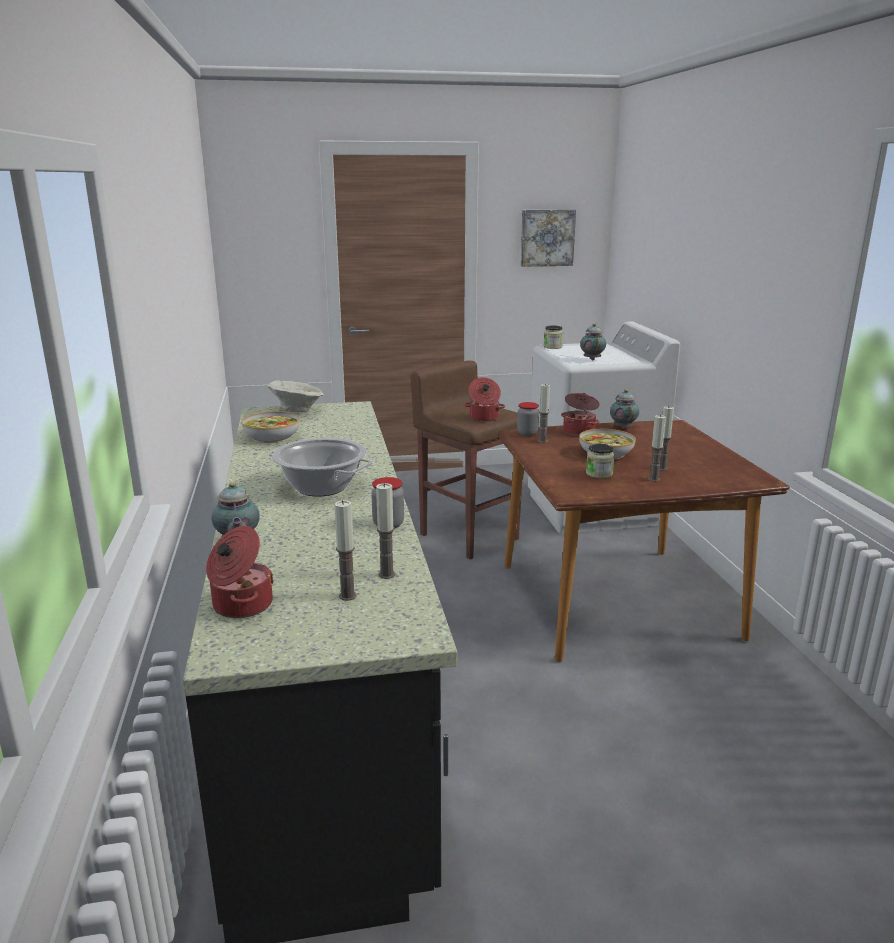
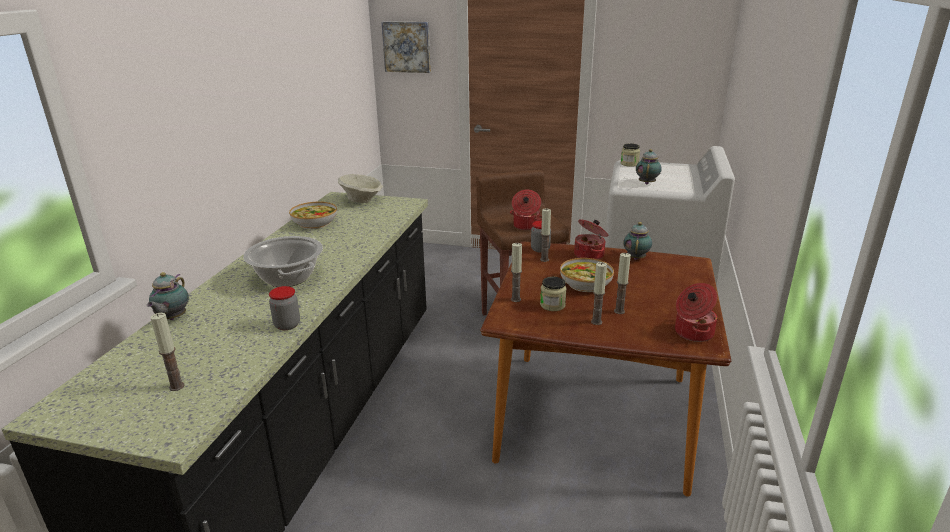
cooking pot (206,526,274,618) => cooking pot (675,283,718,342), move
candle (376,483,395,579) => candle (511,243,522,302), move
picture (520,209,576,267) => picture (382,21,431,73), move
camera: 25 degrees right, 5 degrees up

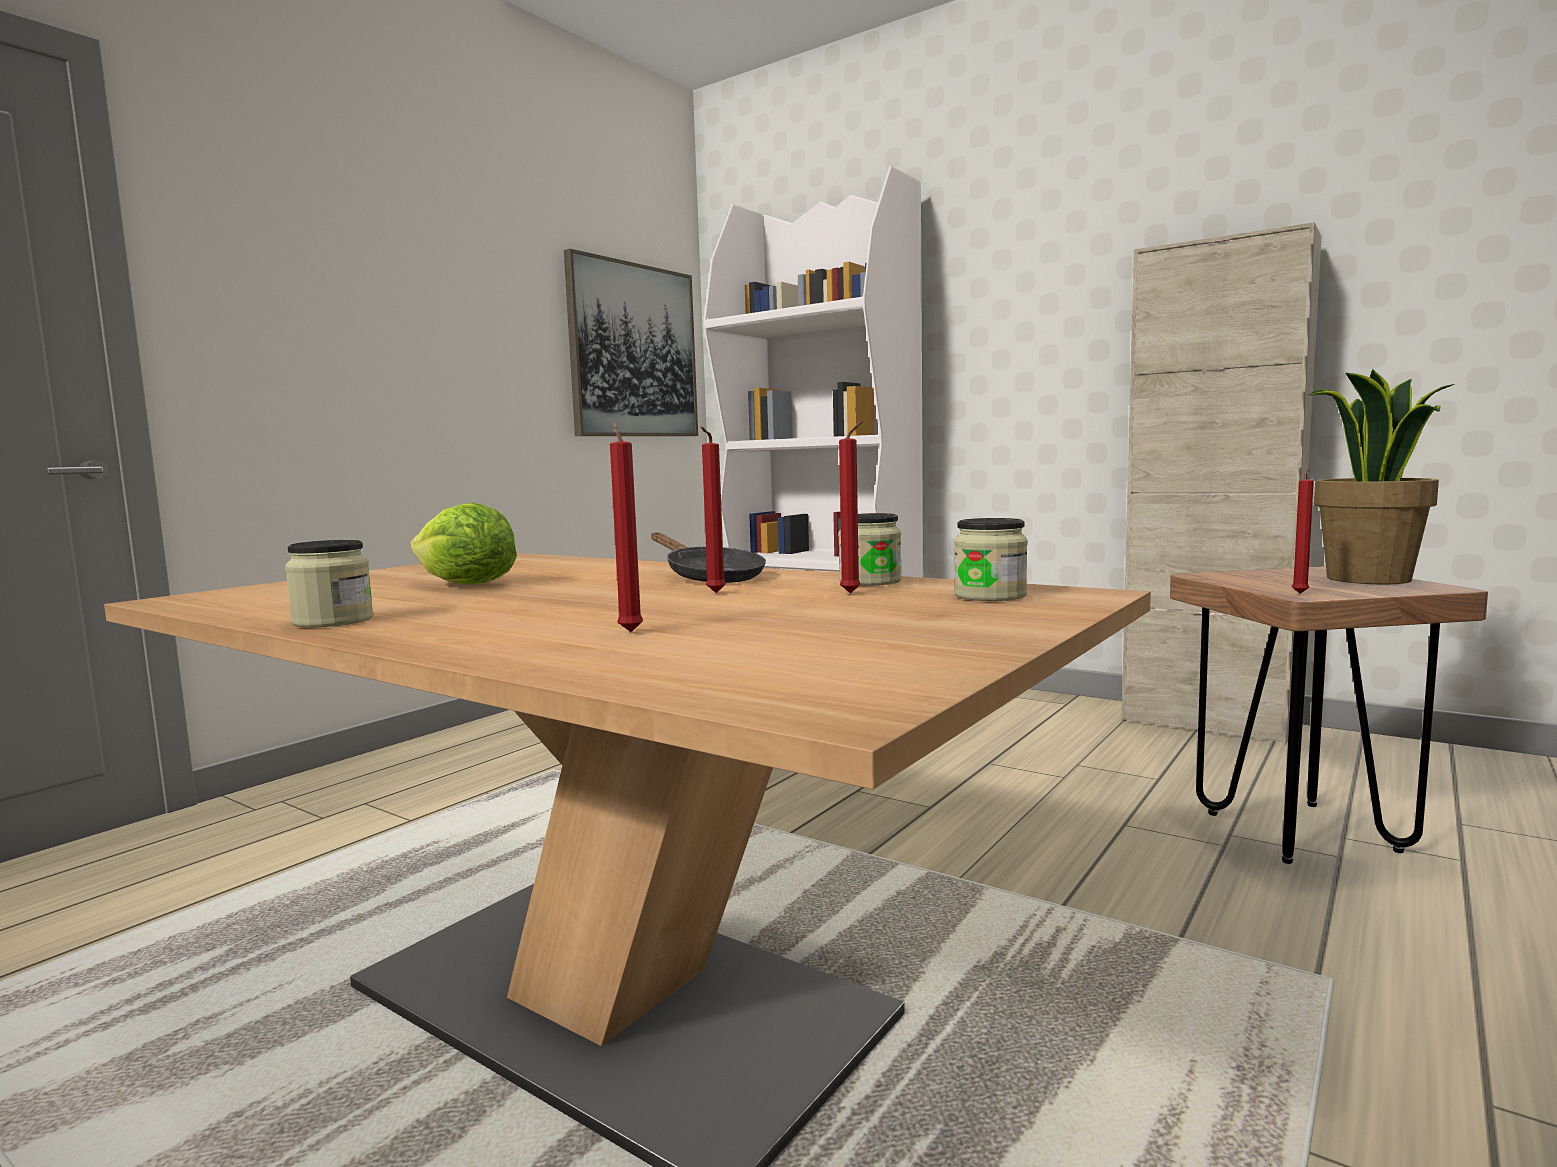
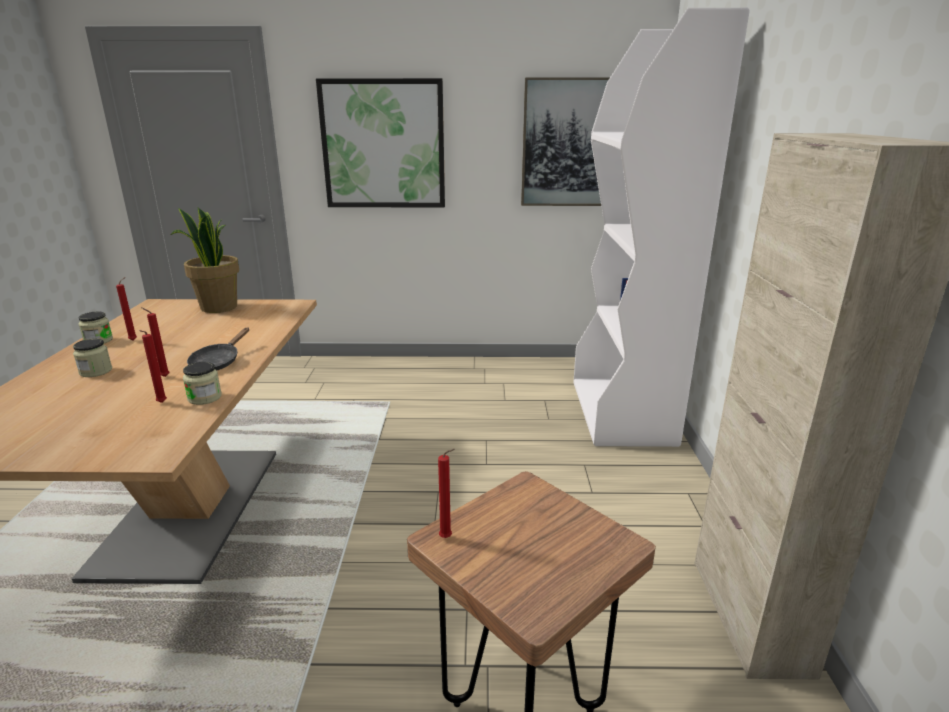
lettuce (410,503,517,584) => nothing
red candle (610,422,643,632) => red candle (116,277,137,340), move
jar (954,518,1028,601) => jar (73,339,112,377), move
potted plant (1307,369,1455,584) => potted plant (171,207,239,313), move
nothing => picture (316,78,445,207)
camera: 55 degrees right, 15 degrees up

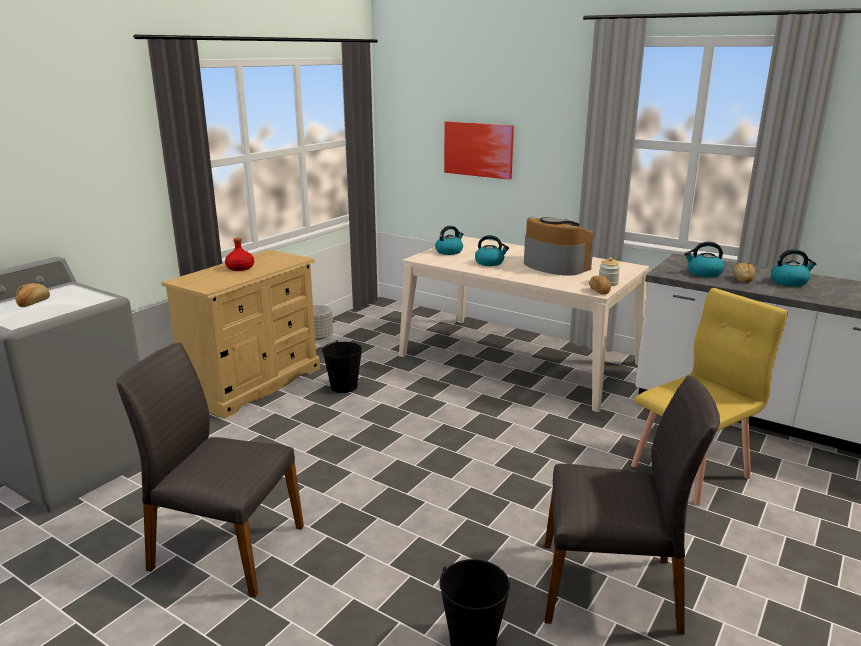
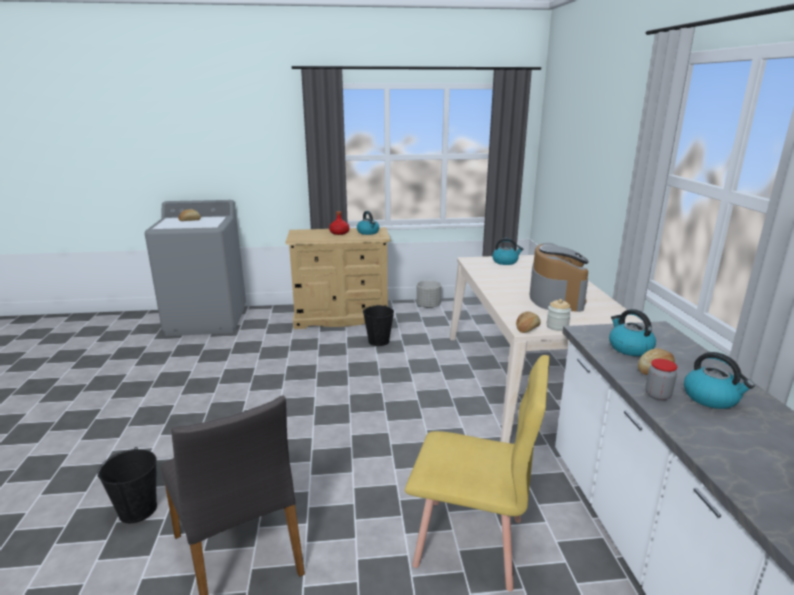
grey chair (116,343,304,598) => nothing
picture (444,121,514,180) => nothing
kettle (475,235,509,266) => kettle (357,211,379,235), move
nothing => jar (645,359,677,400)
camera: 50 degrees right, 0 degrees up

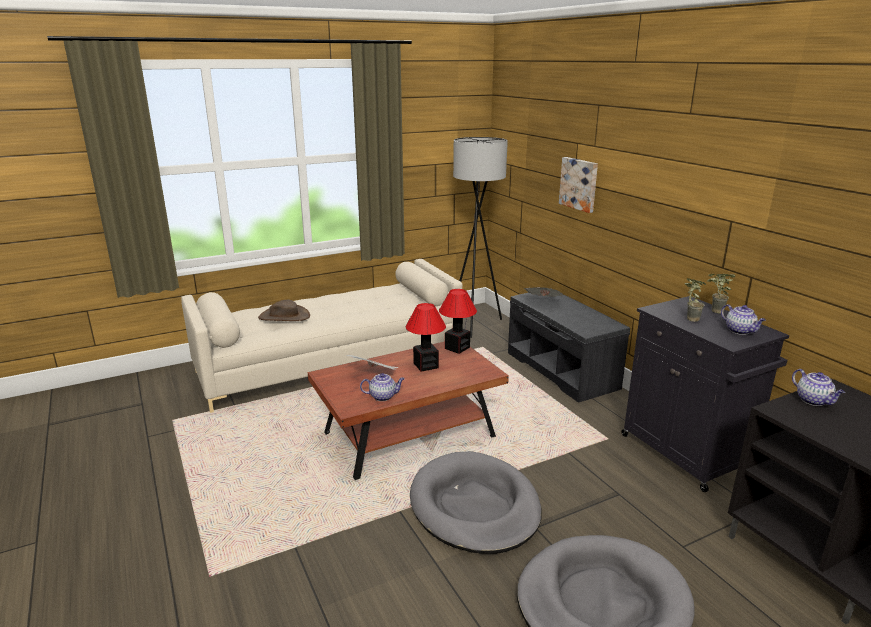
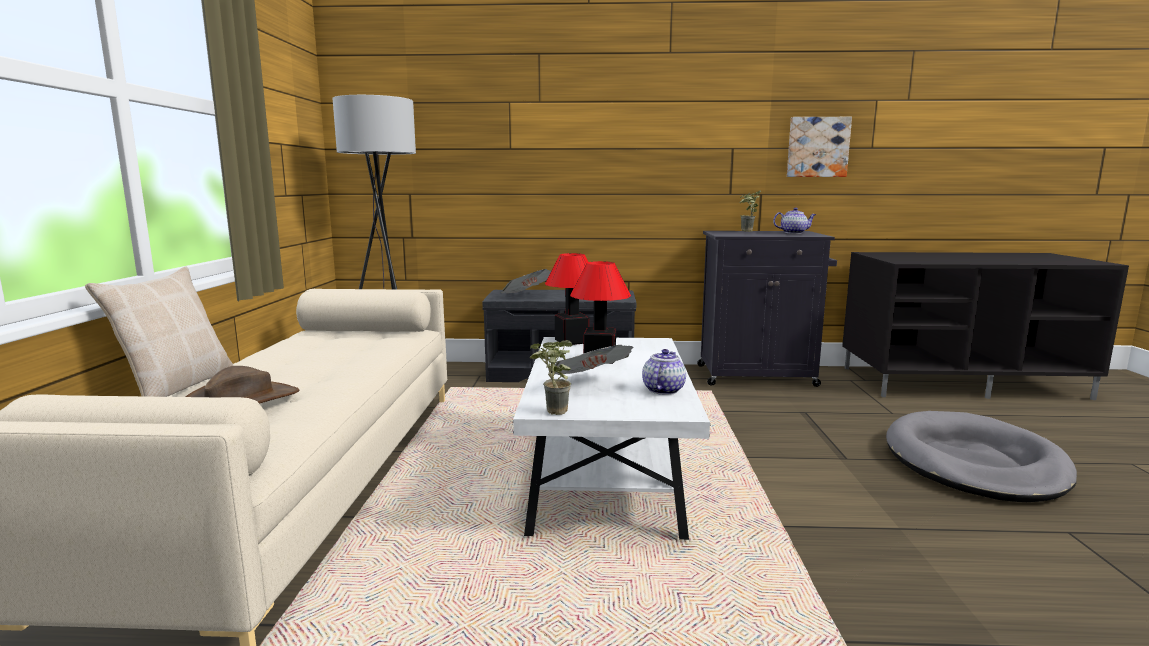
brown coffee table (308,341,509,480) => white coffee table (513,337,710,540)
grey dog bed (410,451,542,554) => nothing
picture (559,157,598,213) => picture (787,117,852,177), move
potted plant (685,278,706,322) => potted plant (530,340,573,415), move
teapot (792,369,845,406) => nothing
nothing => beige pillow (85,267,234,397)
camera: 60 degrees left, 10 degrees down

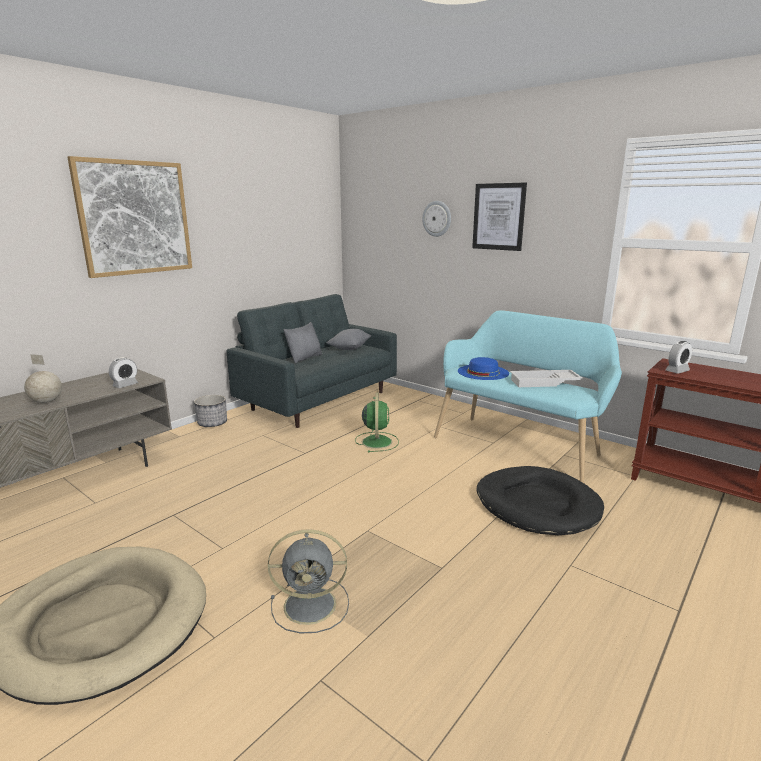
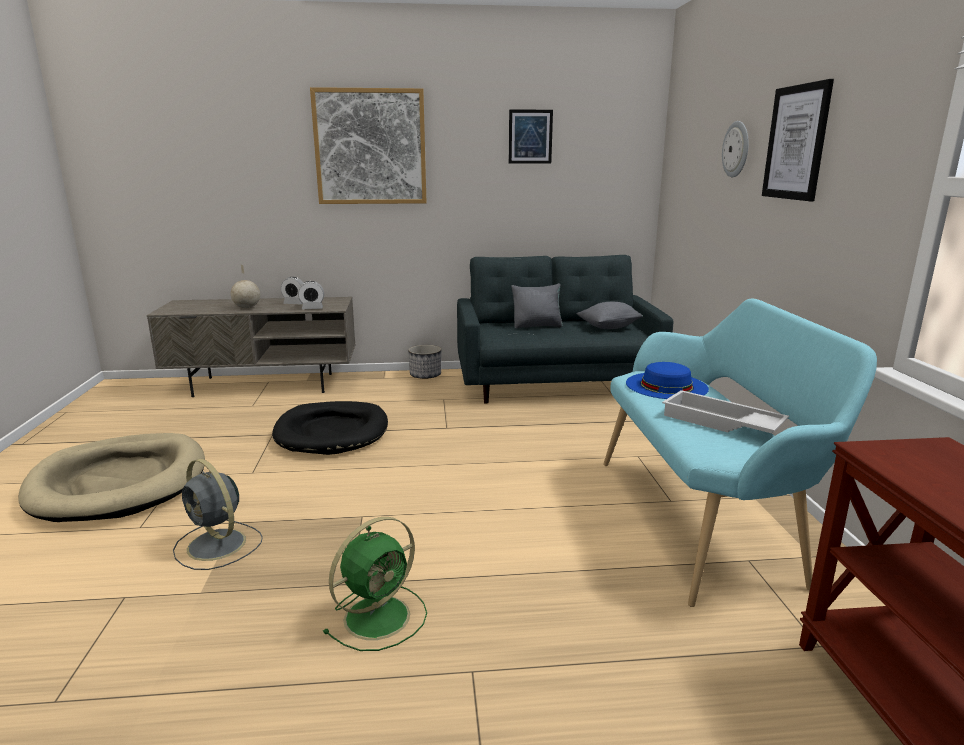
green fan (355,392,399,452) => green fan (323,517,427,651), move
black dog bed (477,466,604,535) => black dog bed (272,401,388,455), move
alarm clock (665,341,692,374) => alarm clock (281,277,303,304), move
nothing => picture (509,109,553,164)
camera: 45 degrees right, 0 degrees up

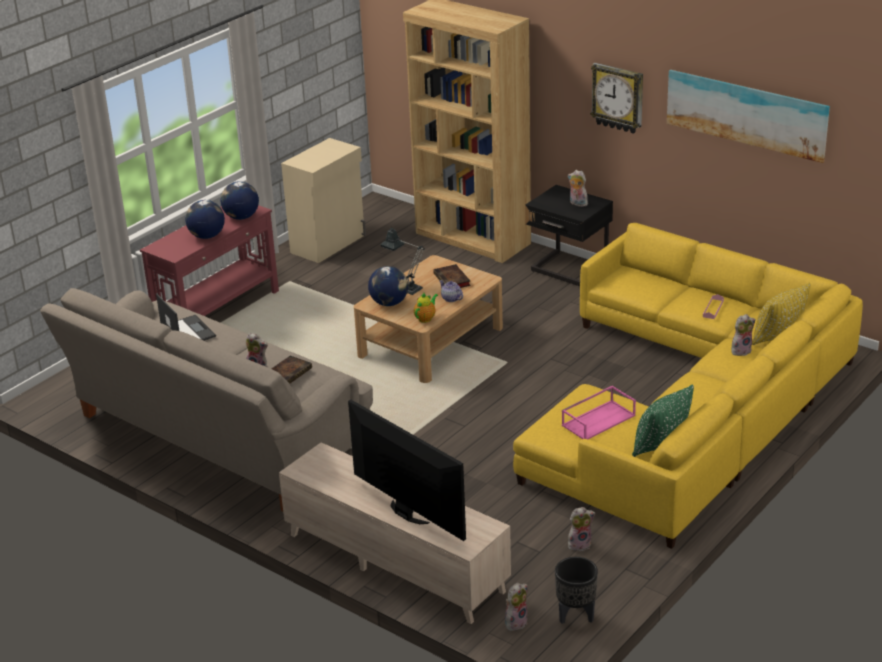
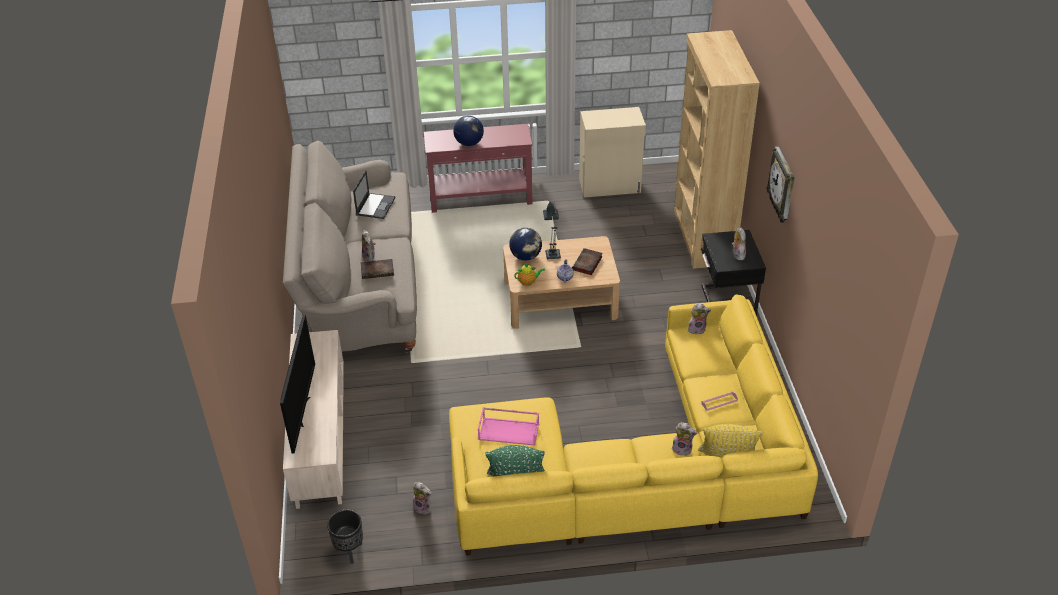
globe (221,181,259,220) => nothing
plush toy (505,583,527,631) => plush toy (688,304,711,334), move
picture (667,70,830,163) => nothing
camera: 45 degrees right, 10 degrees up

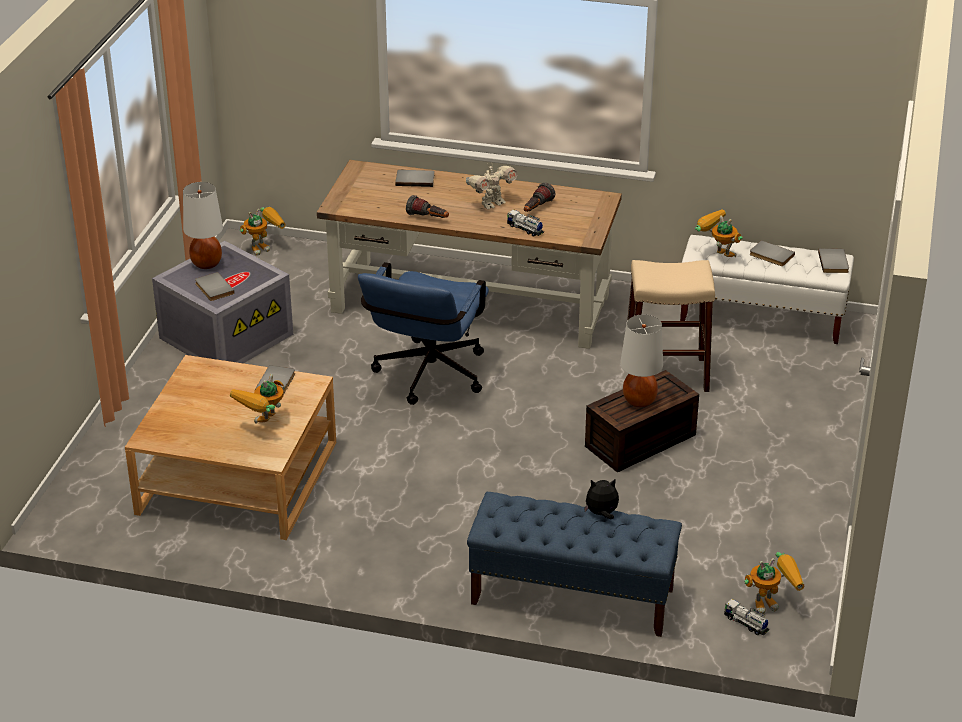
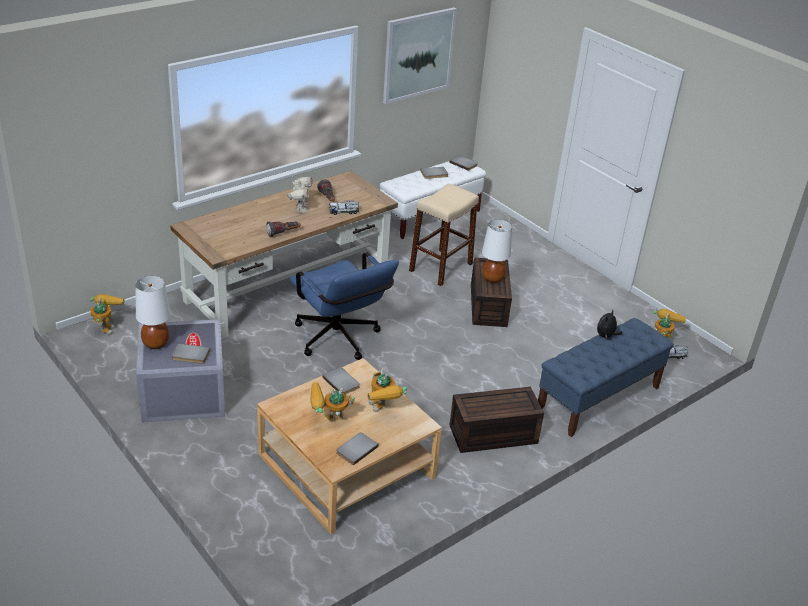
grey book (395,170,435,187) => grey book (336,432,379,465), move
toy robot (695,209,743,257) => toy robot (310,382,355,420), move
nothing => picture (383,8,457,104)
nothing => brown storage box (449,387,544,453)
camera: 55 degrees left, 0 degrees up

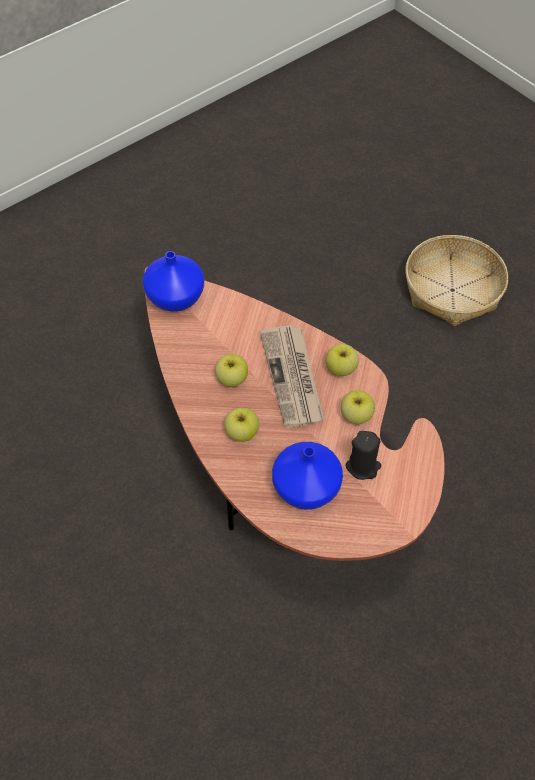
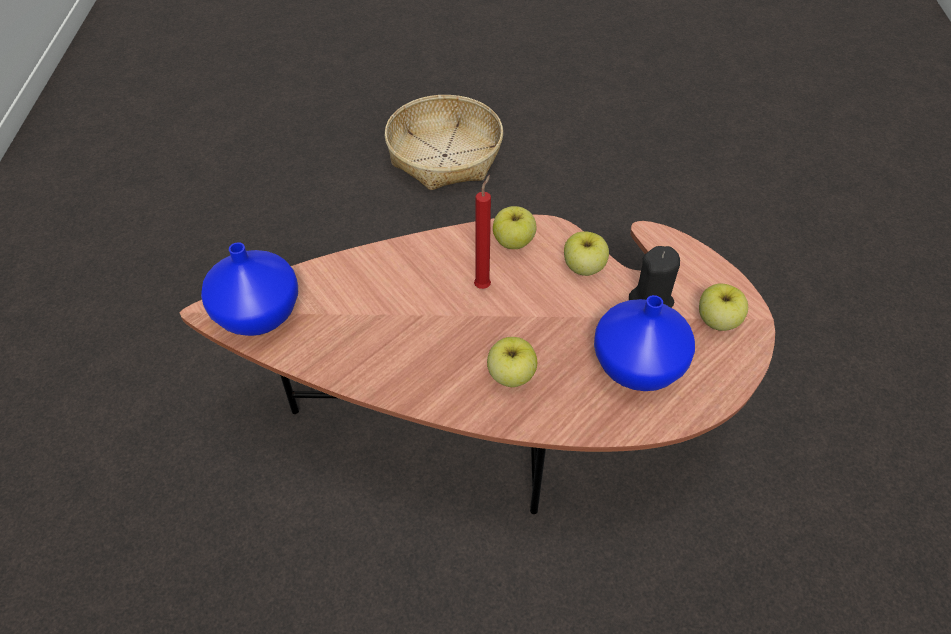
apple (215,354,248,387) => apple (699,283,748,331), move
newspaper (259,324,324,428) => red candle (474,175,491,289)
camera: 50 degrees left, 5 degrees down

